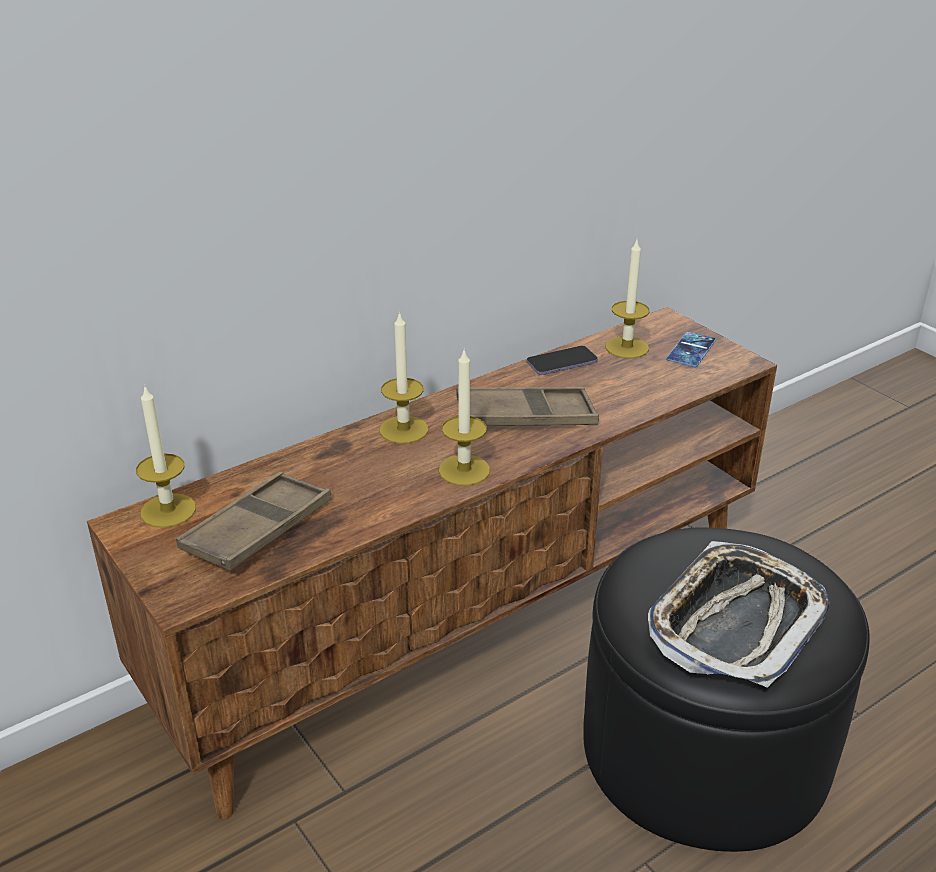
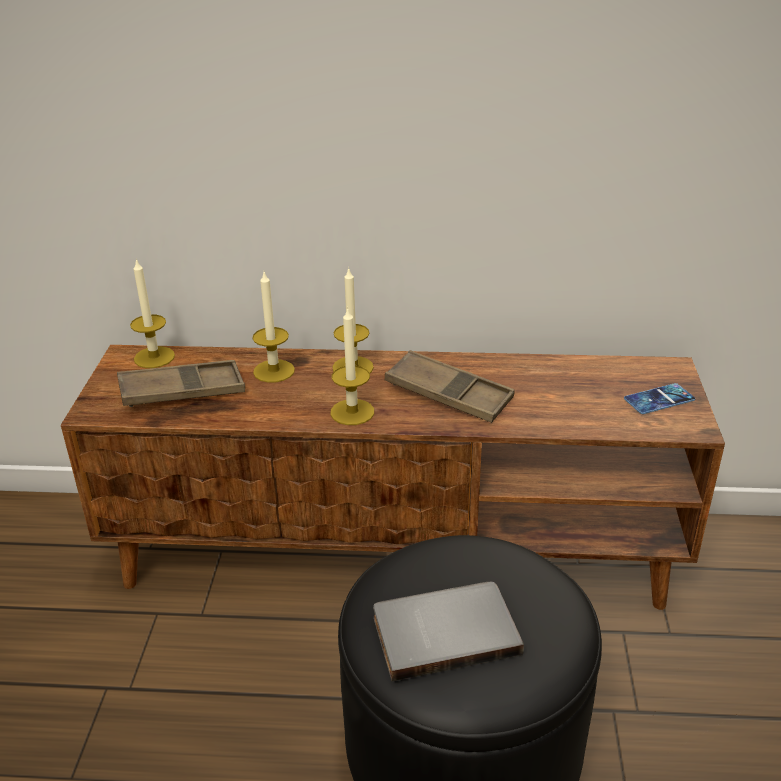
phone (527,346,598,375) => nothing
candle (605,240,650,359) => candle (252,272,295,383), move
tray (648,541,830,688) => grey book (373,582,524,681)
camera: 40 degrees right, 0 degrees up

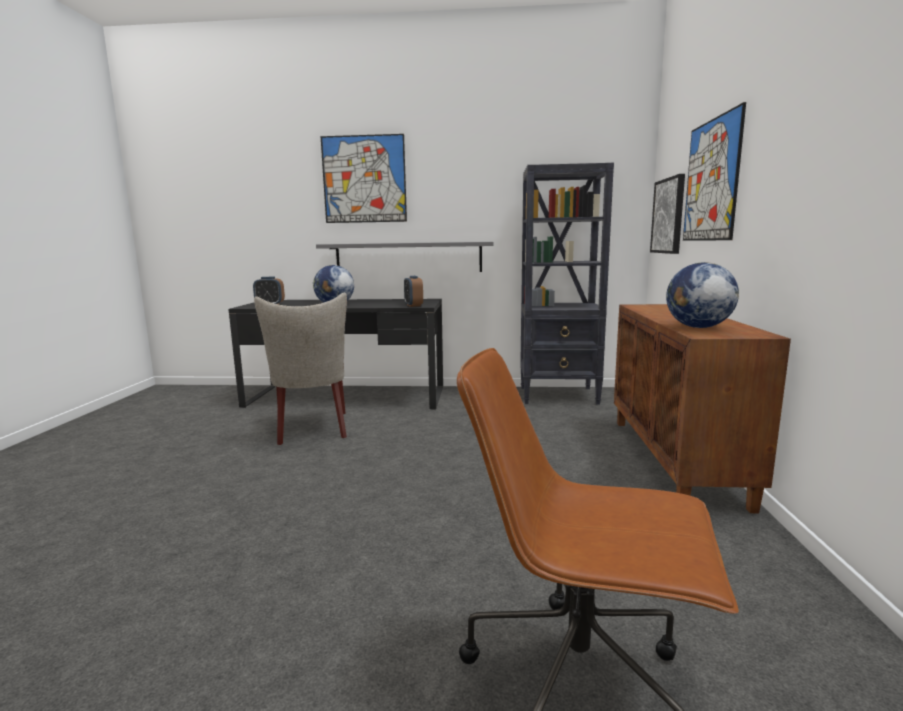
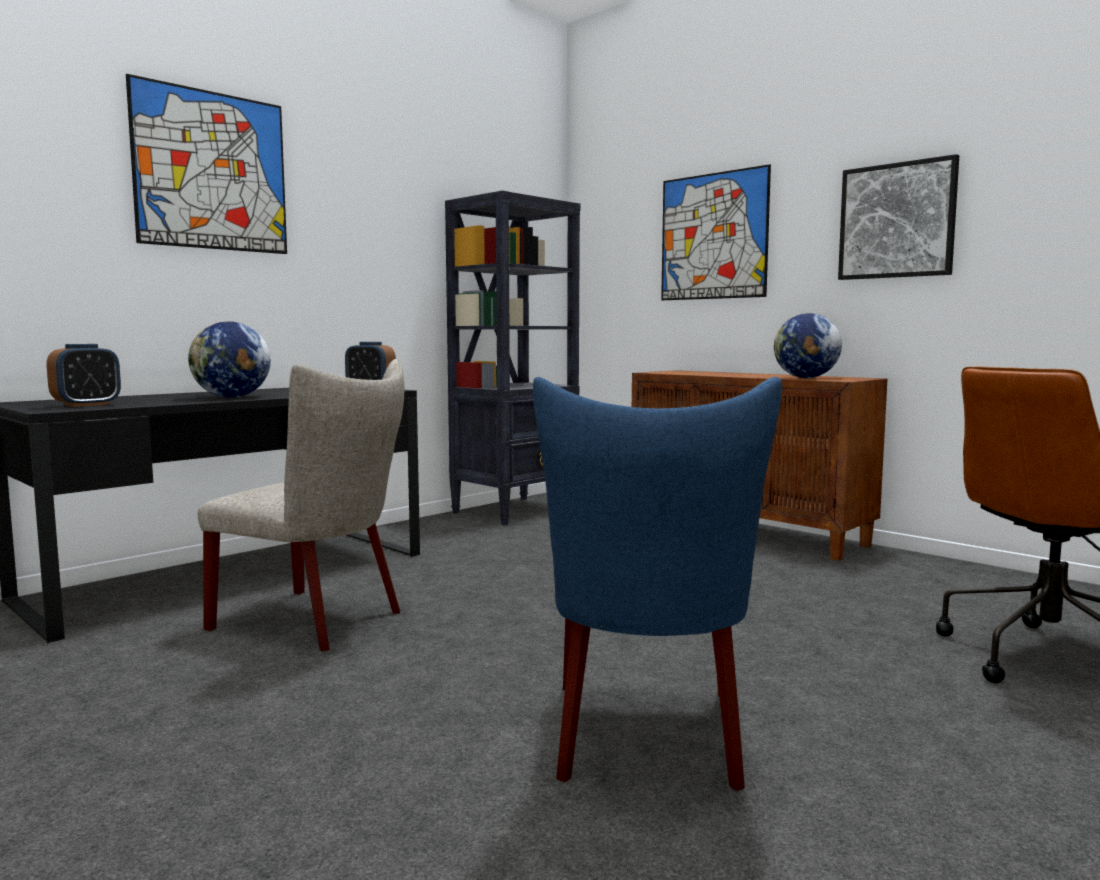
grey shelf (316,242,493,272) => nothing
picture (650,174,685,254) => picture (838,154,959,280), move
nothing => blue chair (533,377,782,791)
camera: 50 degrees left, 5 degrees down

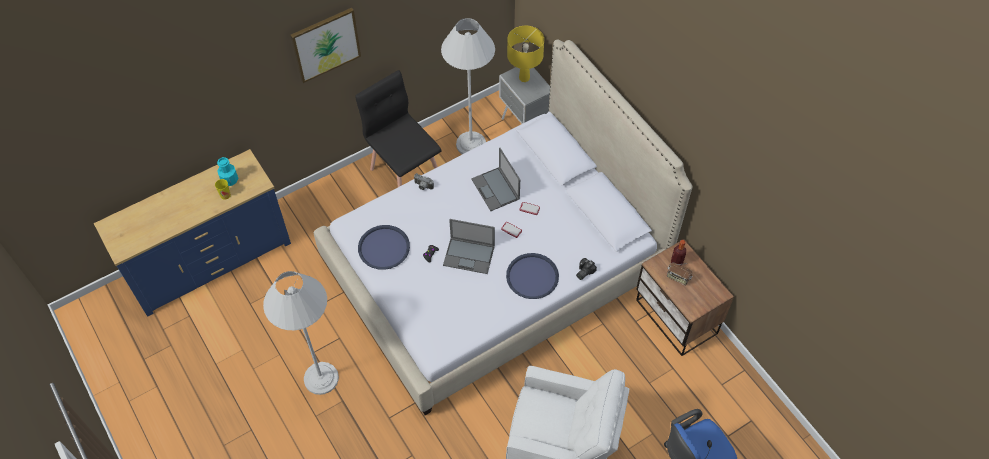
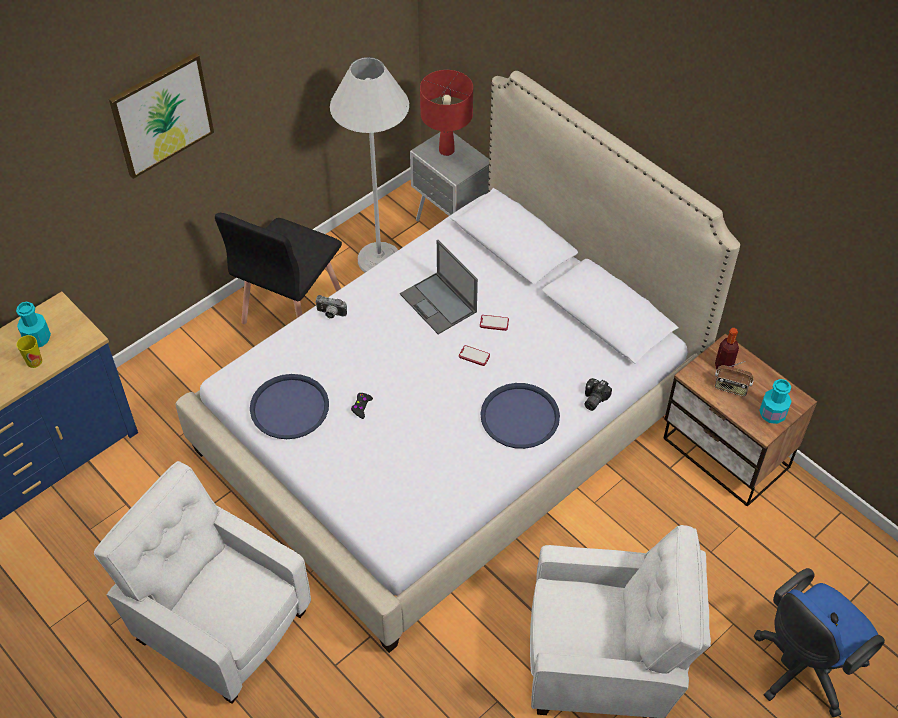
white floor lamp (263,271,339,395) => white armchair (94,461,311,704)
black chair (355,70,441,187) => black chair (215,213,342,324), 105 degrees counterclockwise
laptop (443,219,495,274) => nothing
yellow table lamp (507,26,544,82) => red table lamp (420,70,473,156)
nothing => turquoise bottle (759,379,792,424)
camera: 10 degrees left, 5 degrees down

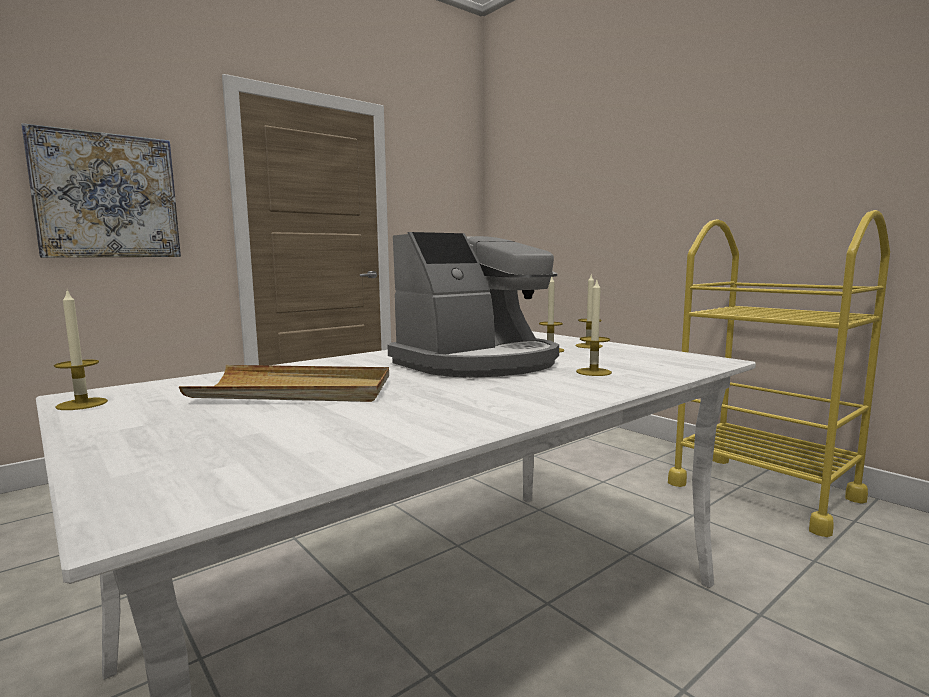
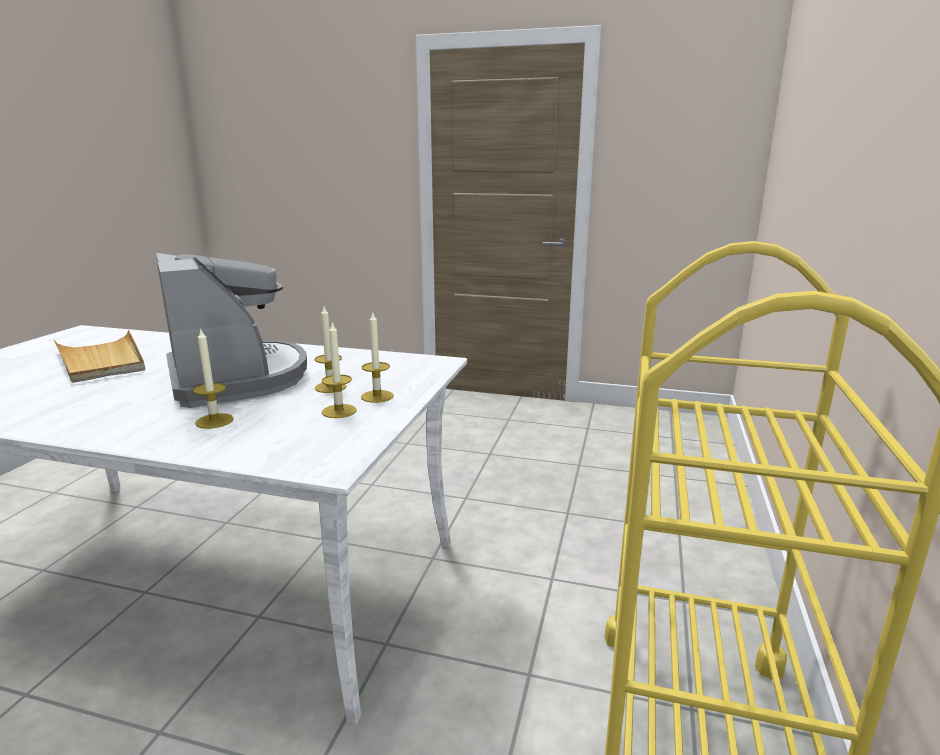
picture (21,123,181,258) => nothing
candle (54,290,108,410) => candle (322,321,357,418), move
coffee machine (387,232,559,378) => coffee machine (156,253,307,408), 135 degrees counterclockwise
camera: 55 degrees right, 10 degrees up

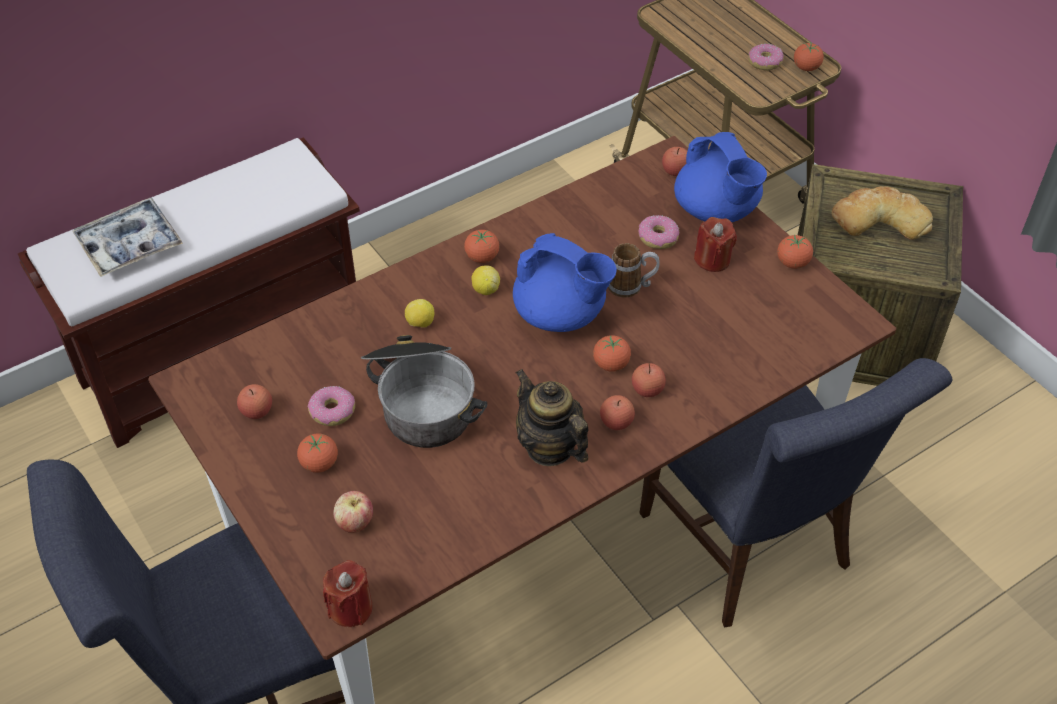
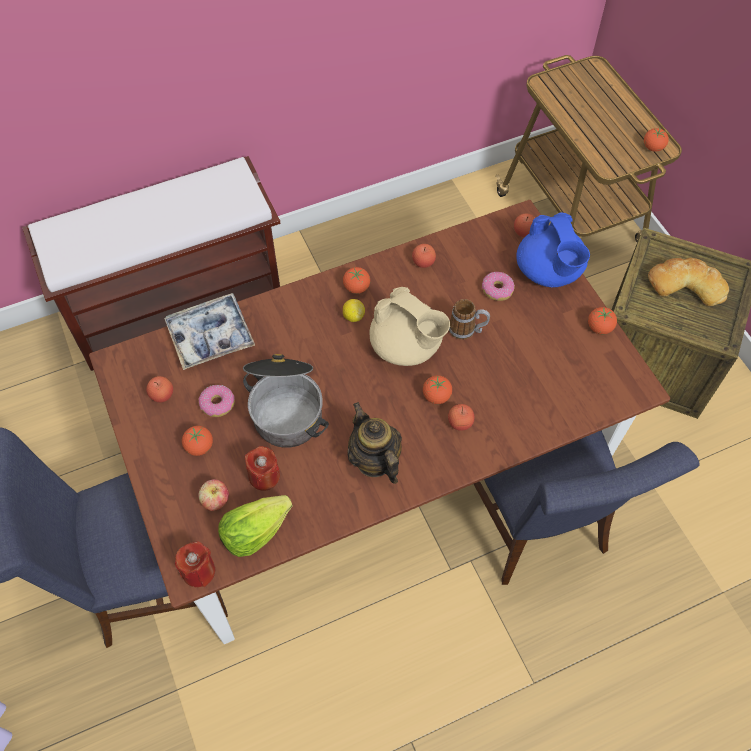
tray (73,198,183,277) => tray (164,293,255,370), move
lemon (405,299,434,327) => nothing
blue teapot (513,233,617,332) => beige teapot (369,287,450,366)
apple (600,395,635,430) => apple (412,244,436,268), move
red candle (694,217,737,272) => red candle (245,446,280,491), move
donut (748,44,784,71) => nothing
nothing => lettuce (218,495,293,557)
camera: 10 degrees right, 10 degrees up

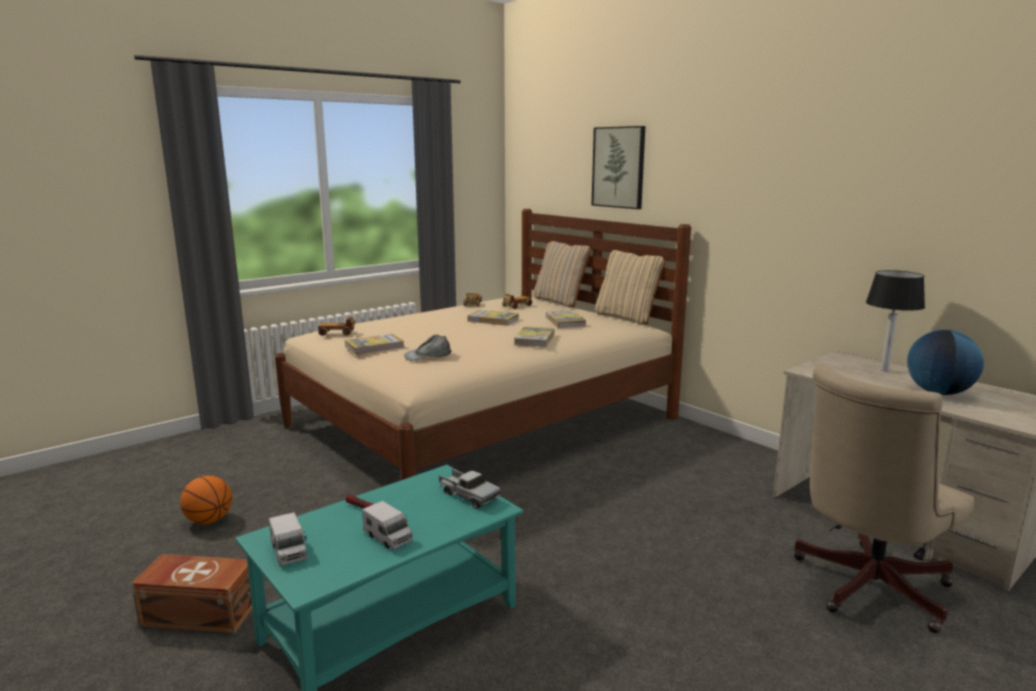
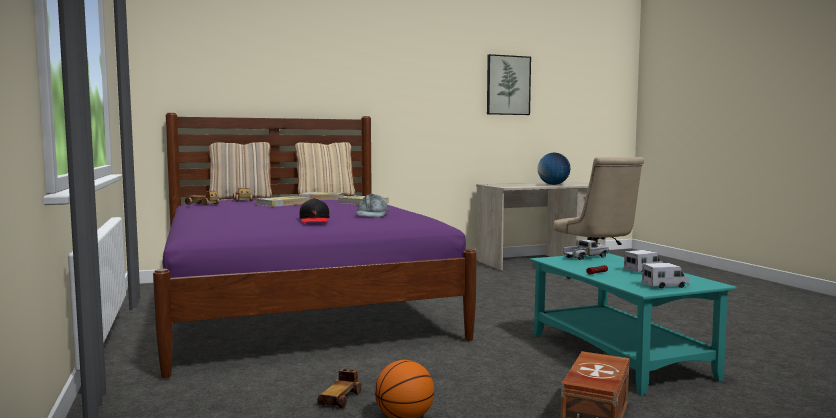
beige bed (275,209,691,480) => purple bed (153,113,477,378)
toy car (318,317,355,336) => toy car (317,369,362,409), move
book (345,334,404,355) => black cap (299,198,329,223)
picture (591,126,645,209) => picture (487,54,531,115), move
table lamp (866,270,925,372) => nothing
camera: 70 degrees left, 10 degrees down

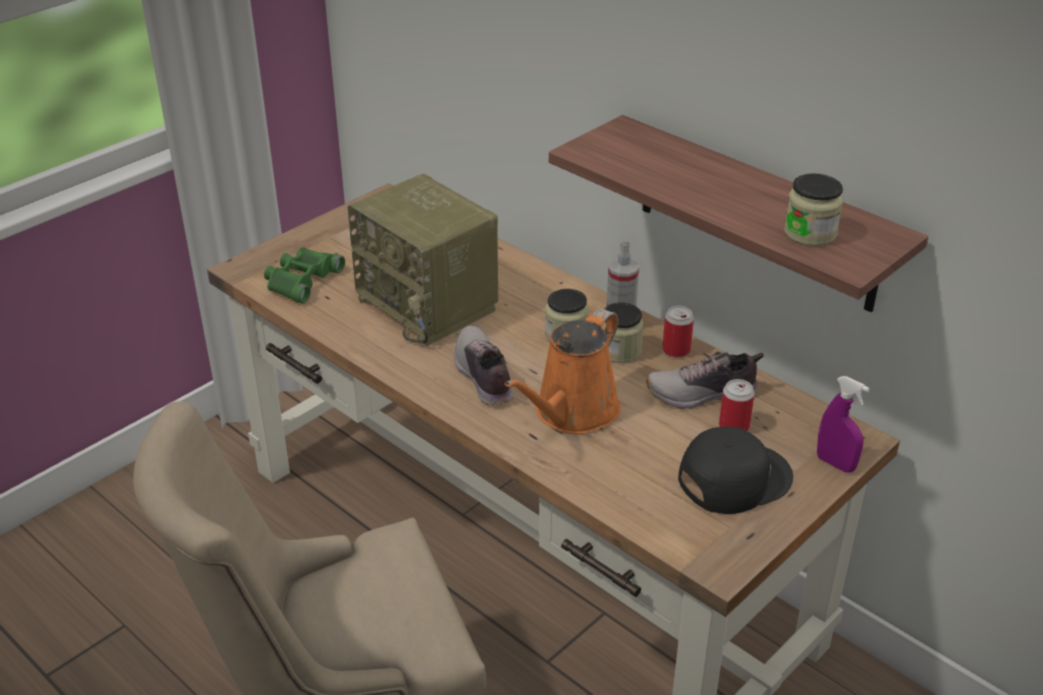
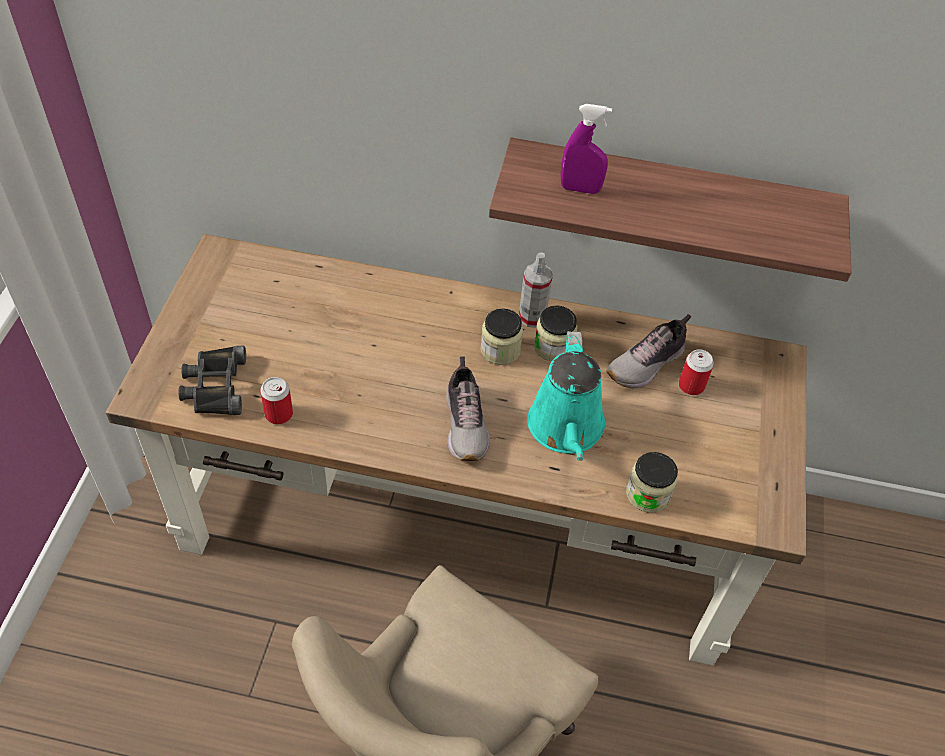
green binoculars (264,247,345,304) => black binoculars (179,346,246,415)
radio (347,174,498,346) => nothing
shoe (454,326,513,405) => shoe (446,357,490,461), 135 degrees counterclockwise
orange watering can (505,309,621,434) => turquoise watering can (527,331,605,461)
can (662,306,694,358) => can (260,377,293,424), move
black cap (678,427,793,514) => nothing
jar (784,173,843,246) => jar (626,452,678,513), move
purple spray bottle (817,376,870,472) => purple spray bottle (561,104,612,194), move
camera: 35 degrees left, 15 degrees up

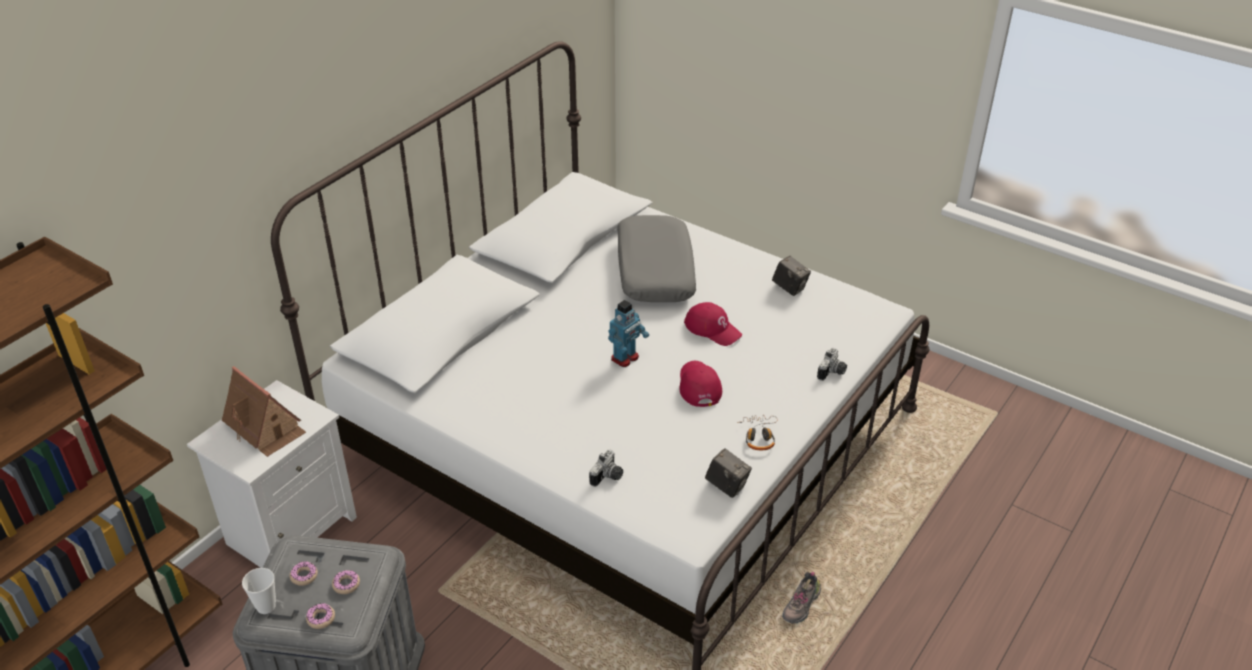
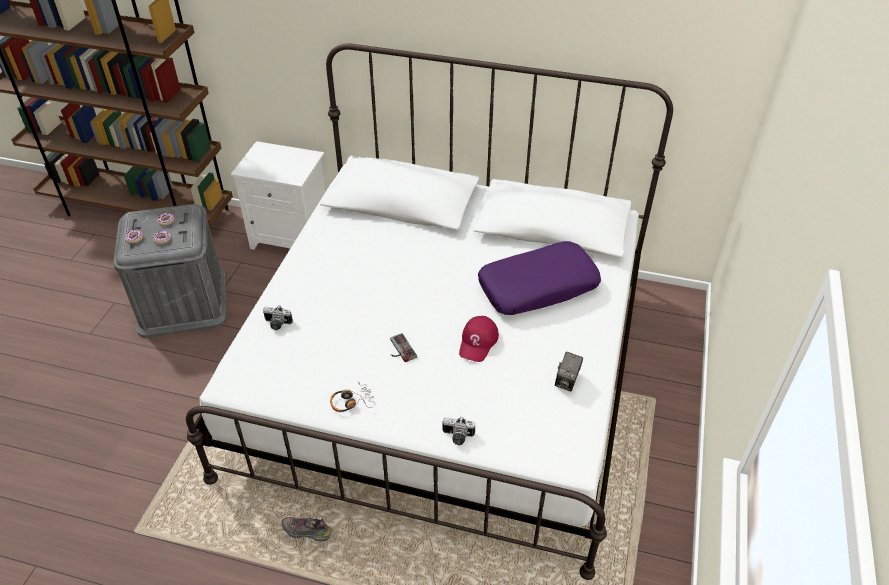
toy house (222,366,306,457) => nothing
cup (242,568,276,614) => nothing
toy robot (608,300,649,367) => nothing
grey pillow (617,215,696,302) => purple pillow (478,241,601,315)
red cap (679,361,722,407) => game controller (390,333,417,362)
photo camera (705,448,752,498) => nothing
camera: 70 degrees right, 5 degrees up

